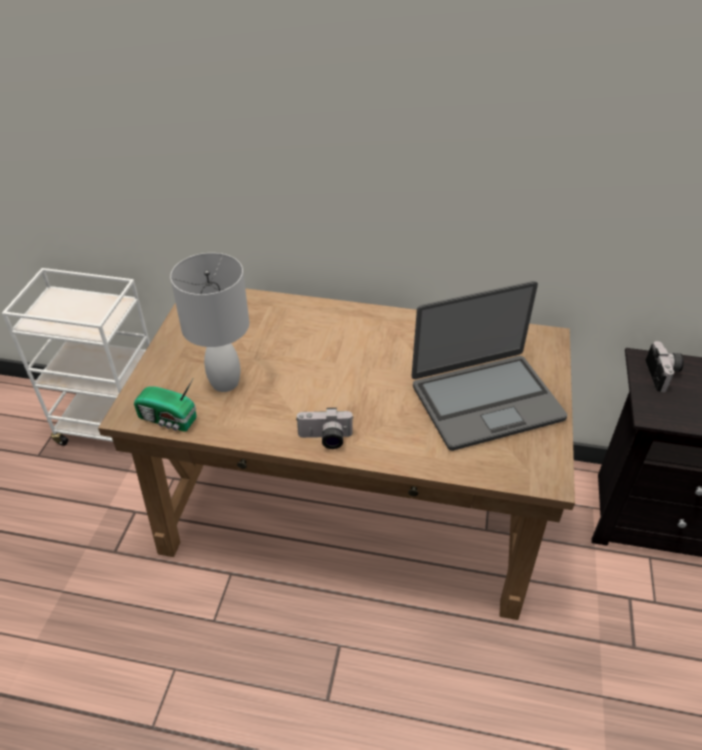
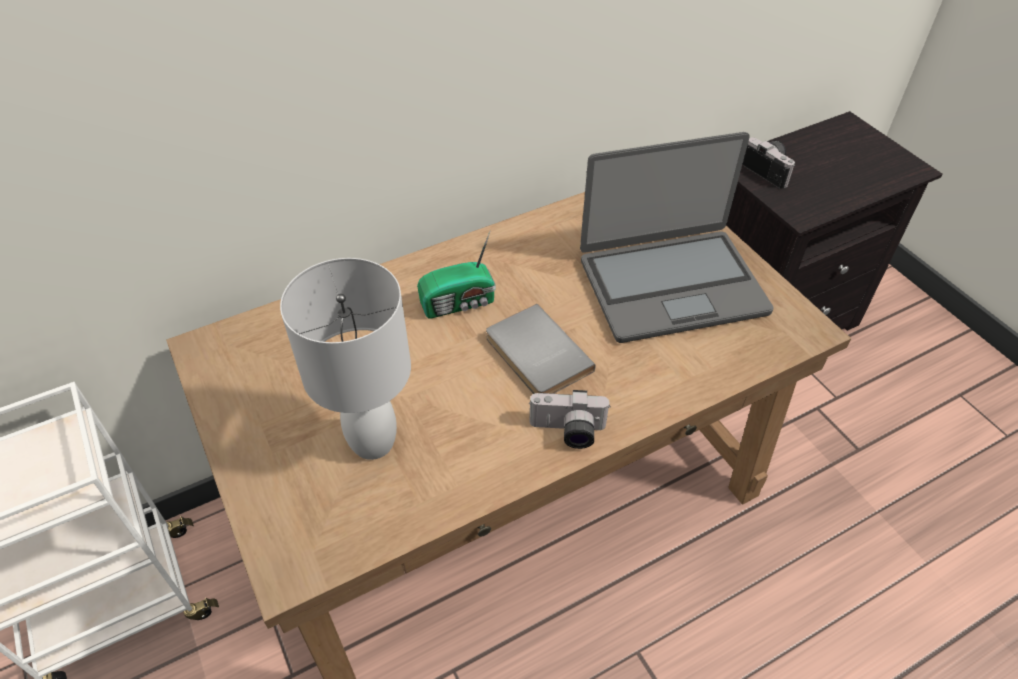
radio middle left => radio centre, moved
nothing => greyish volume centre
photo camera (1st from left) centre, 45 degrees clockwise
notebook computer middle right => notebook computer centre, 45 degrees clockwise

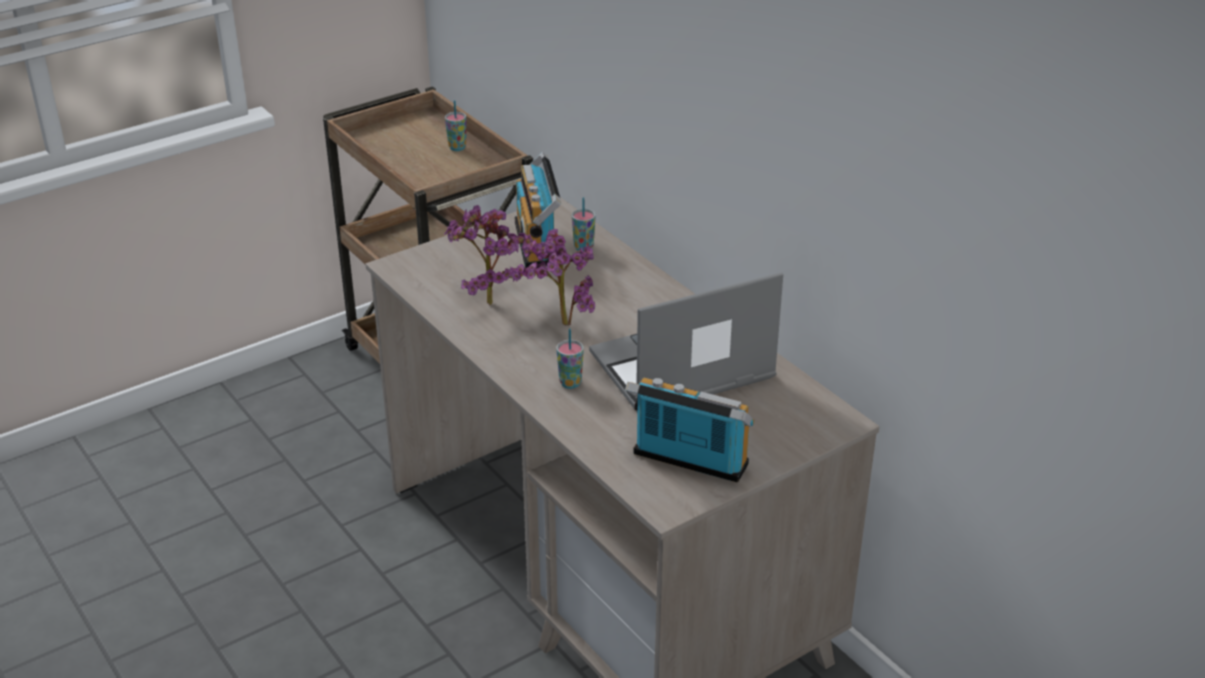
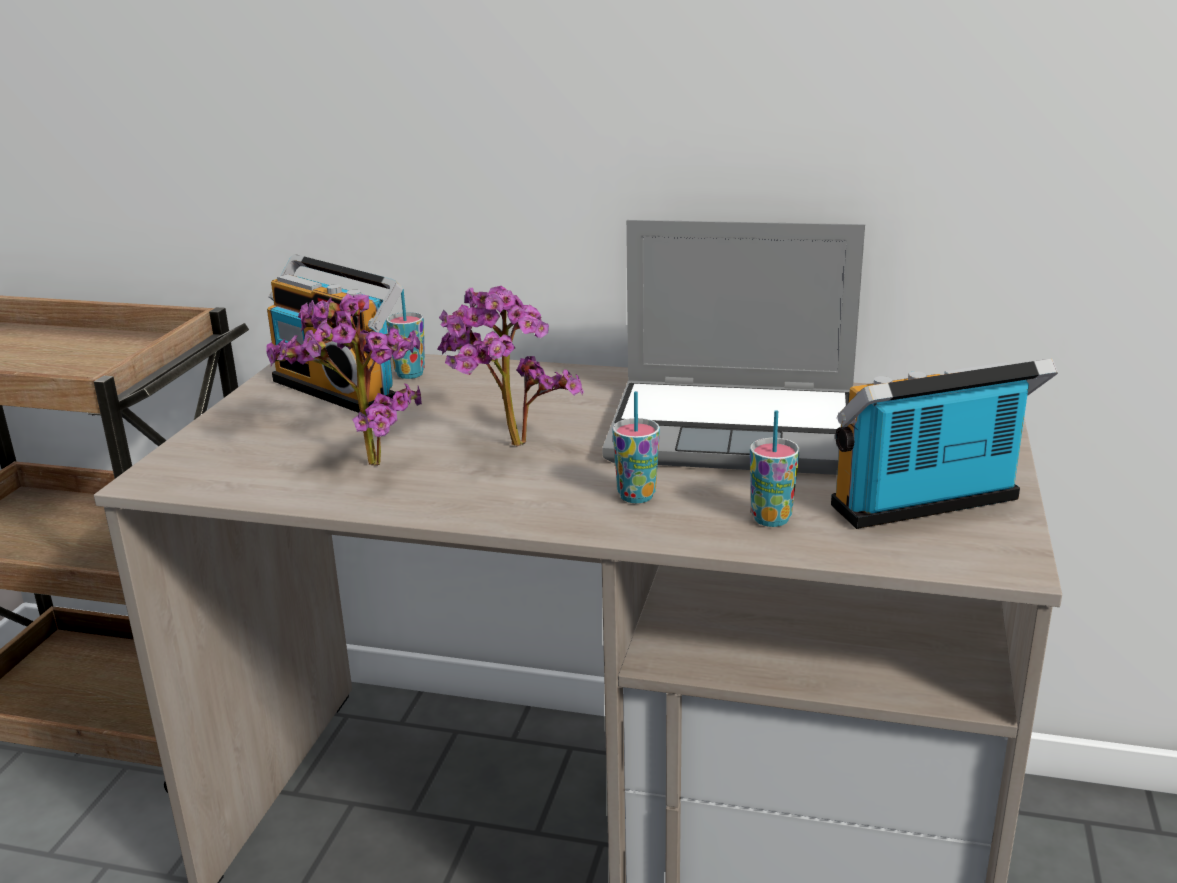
notebook computer centre, 105 degrees counterclockwise
small cup (1st from left in the first image) top centre => small cup (3rd from left) centre, moved

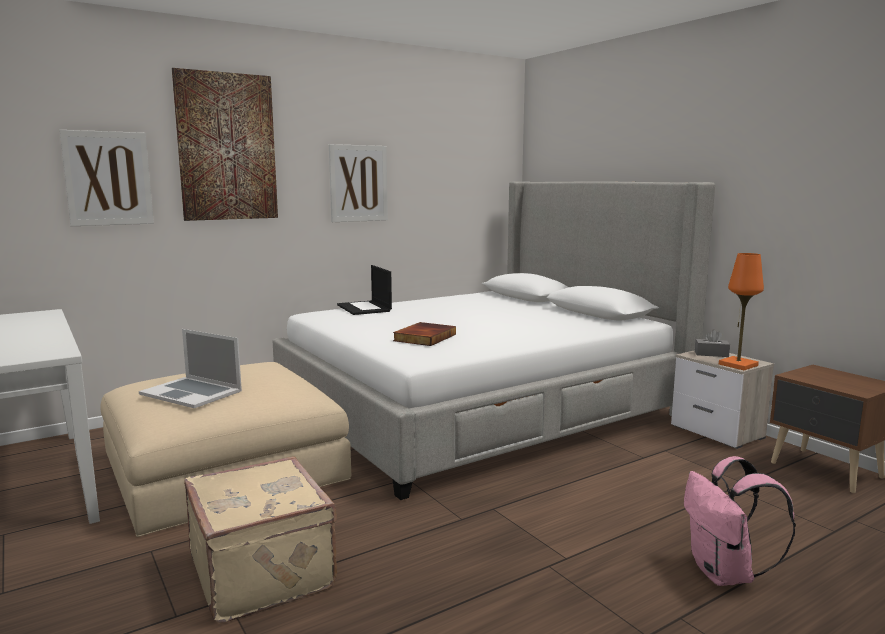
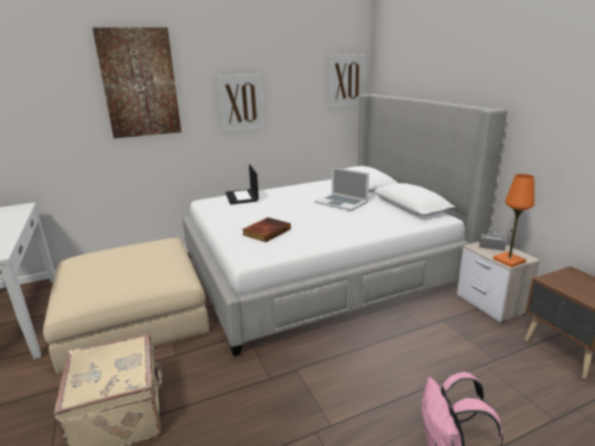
notebook computer (1st from left in the first image) middle left => notebook computer (2nd from left) centre, moved
picture (1st from left in the first image) top left => picture (3rd from left) top centre, moved

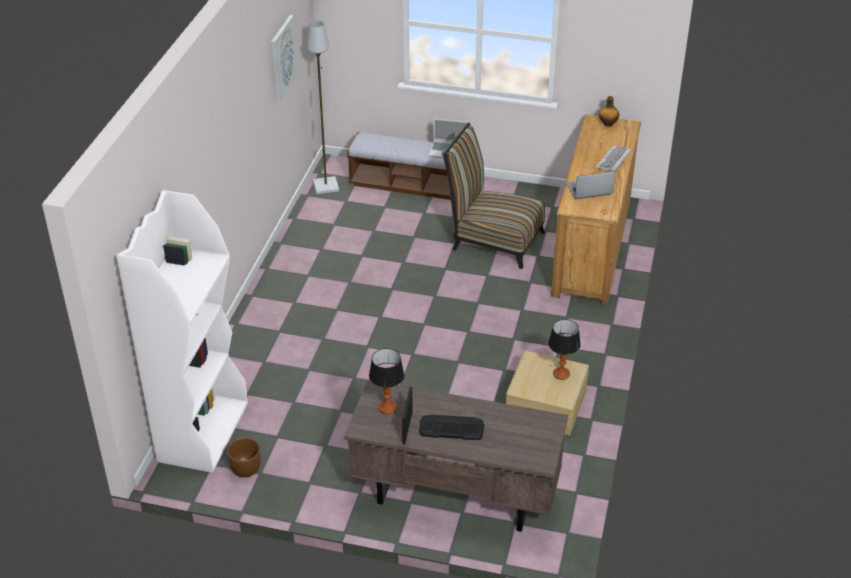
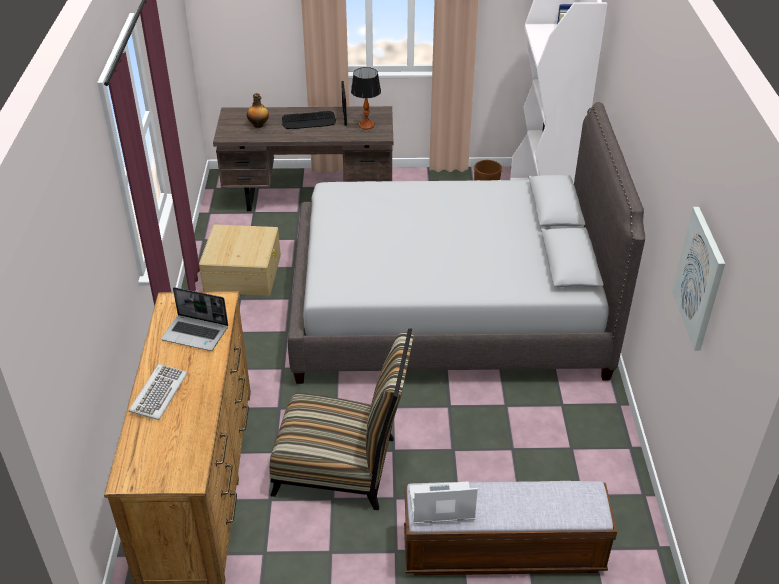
notebook computer (2nd from left in the first image) top right => notebook computer (1st from left) middle left, 45 degrees clockwise
beverage bottle top right => beverage bottle top left, moved
nothing => greyish sleeping bed centre
greyish floor lamp top centre => nothing
lamp for a table (2nd from left) centre => nothing

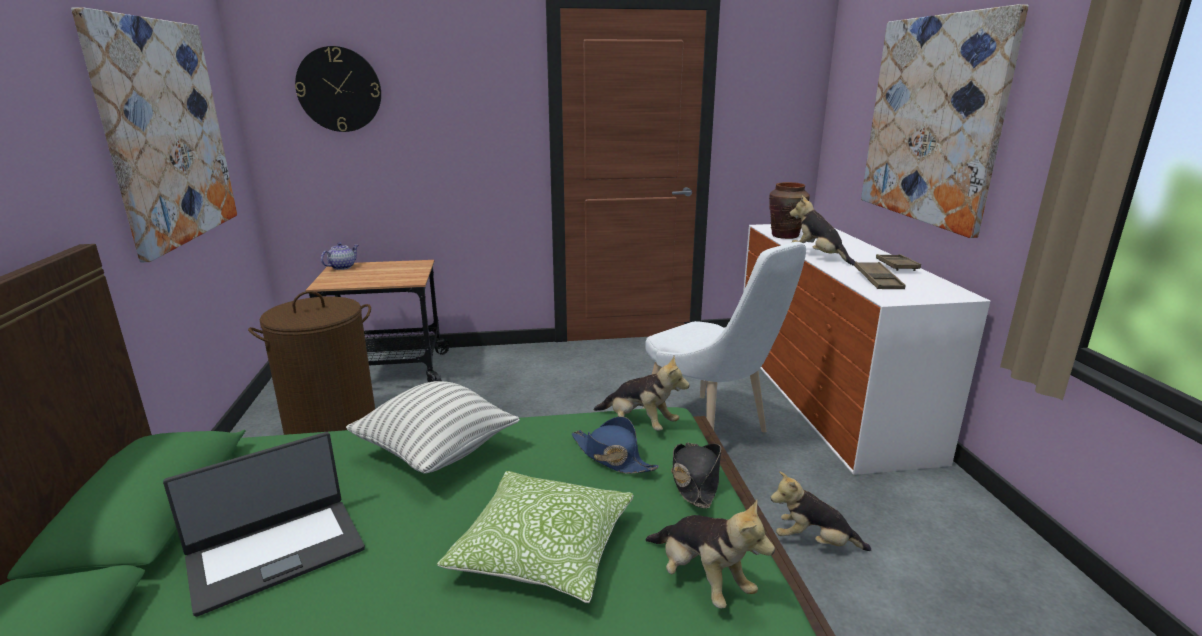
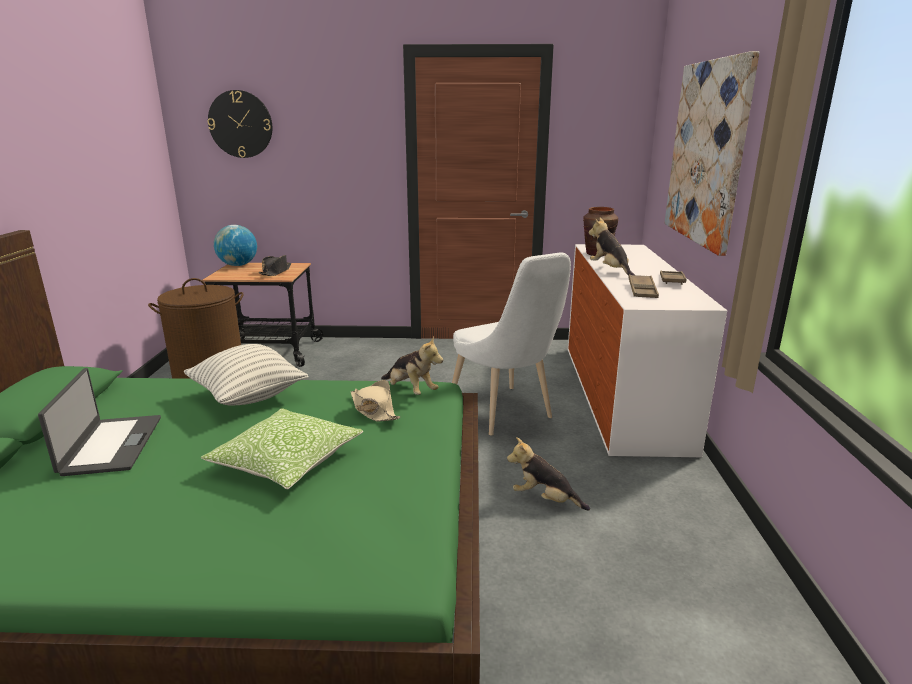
notebook computer bottom left => notebook computer middle left, 75 degrees counterclockwise
teapot middle left => world globe middle left
black-coloured clothing hat bottom centre => black-coloured clothing hat middle left, moved
bluish clothing hat bottom centre => beige-coloured clothing hat centre
picture (1st from left) top left => nothing
plush toy (2nd from left) bottom centre => nothing

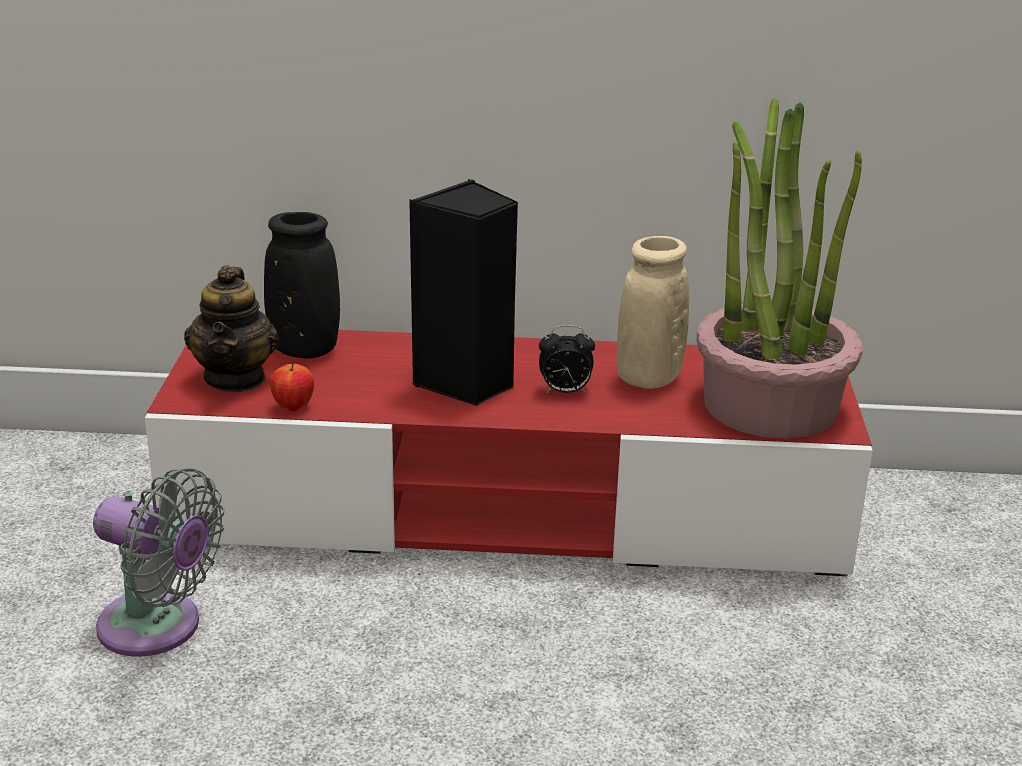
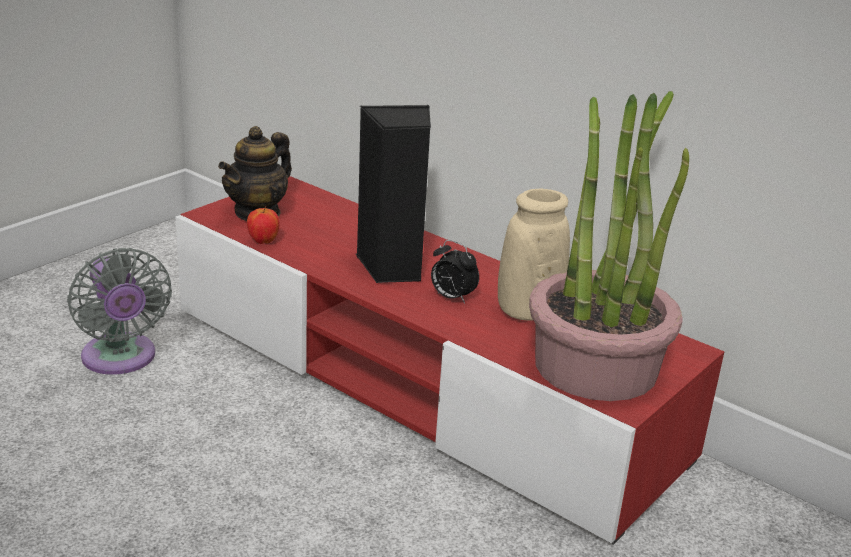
black-coloured flower vase middle left => nothing

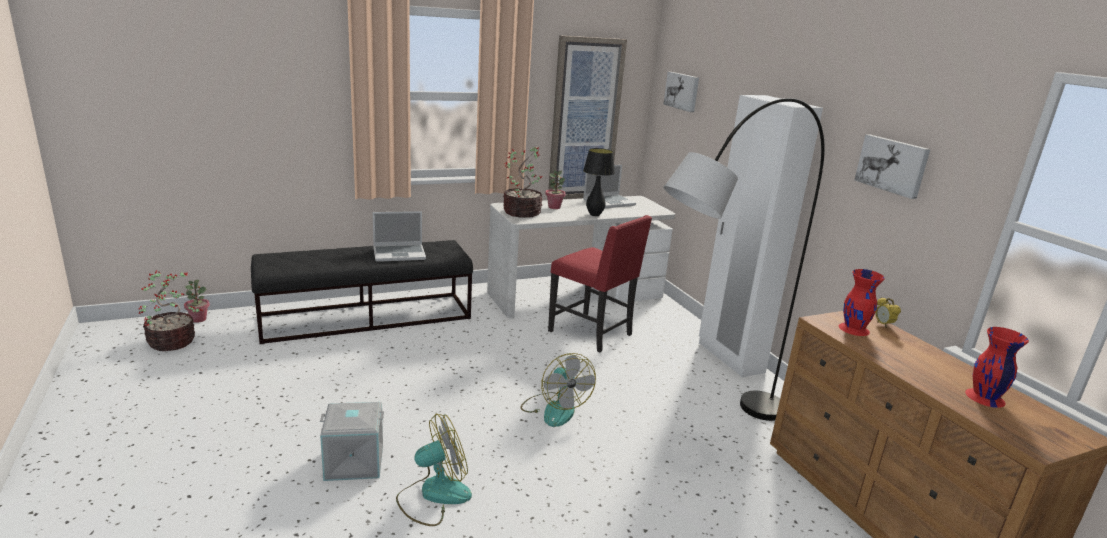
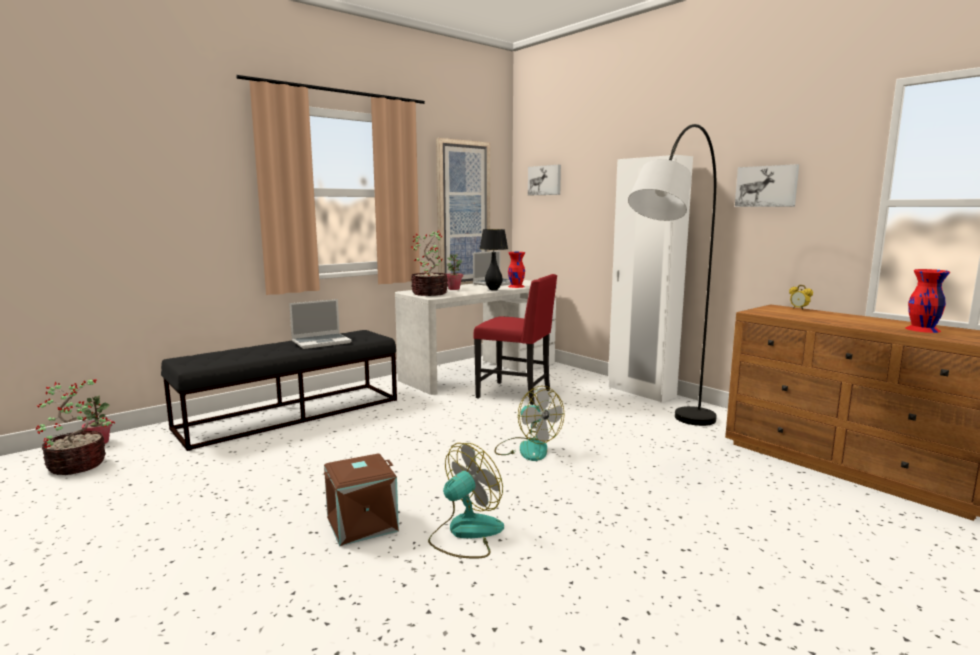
greyish storage bin bottom left => brownish storage bin bottom centre
red-coloured flower vase (1st from left) middle right => red-coloured flower vase (1st from left) centre, moved

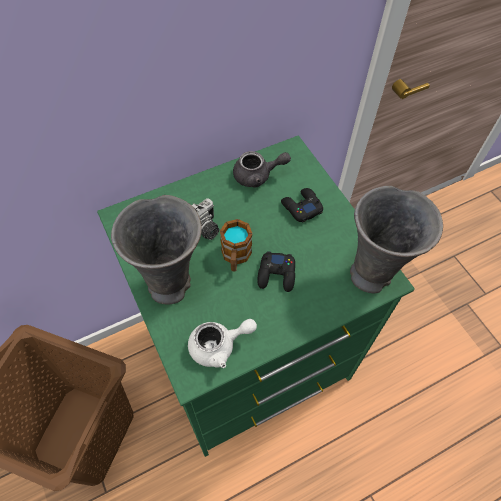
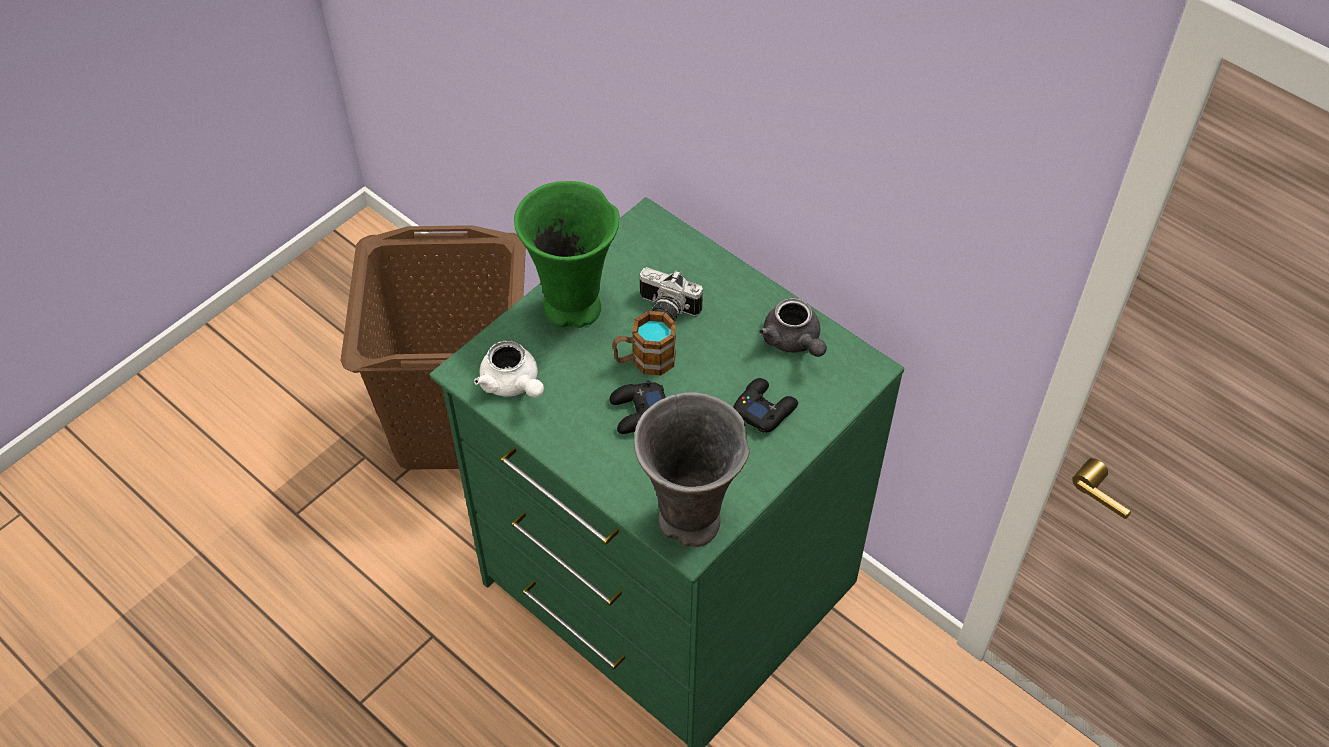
greyish flower vase (1st from left) middle left => greenish flower vase centre

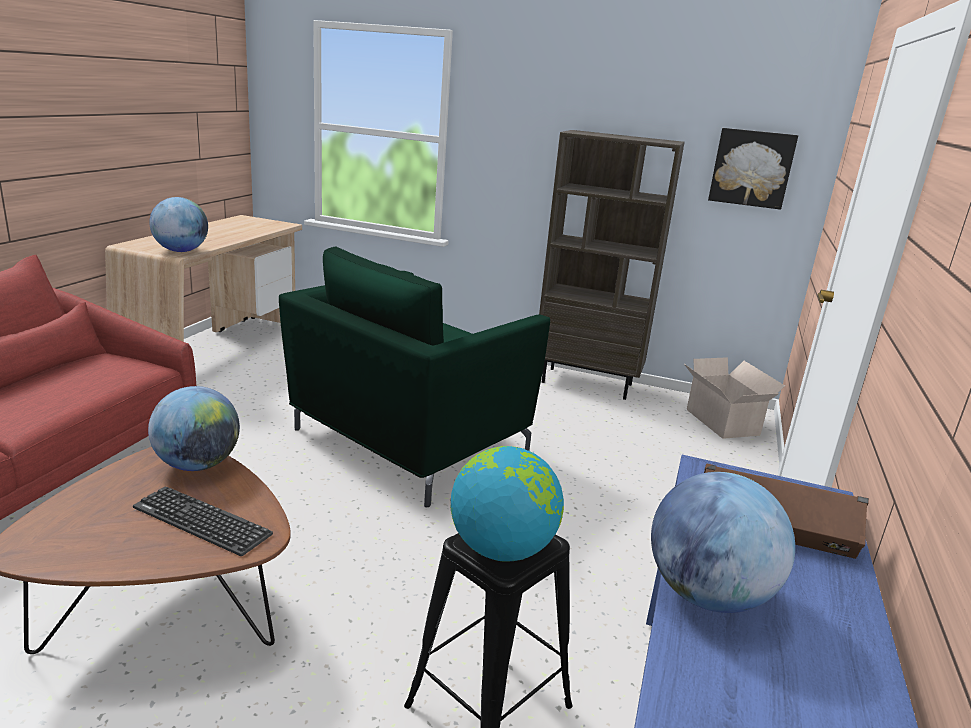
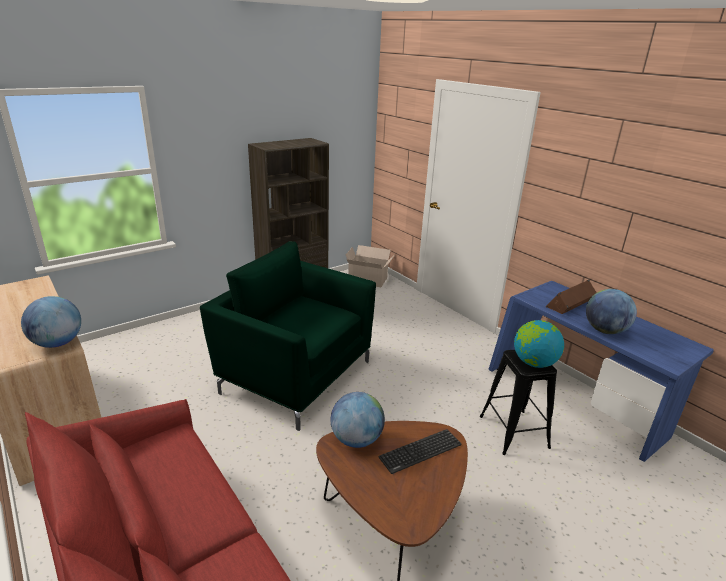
greenish easy chair centre, 135 degrees clockwise
picture top right => nothing

